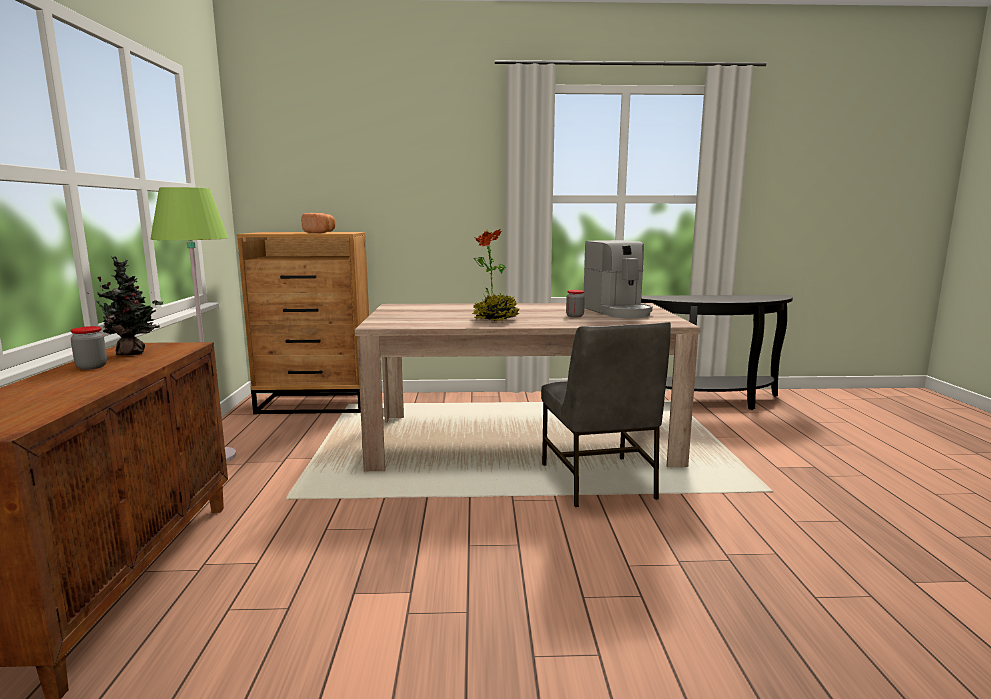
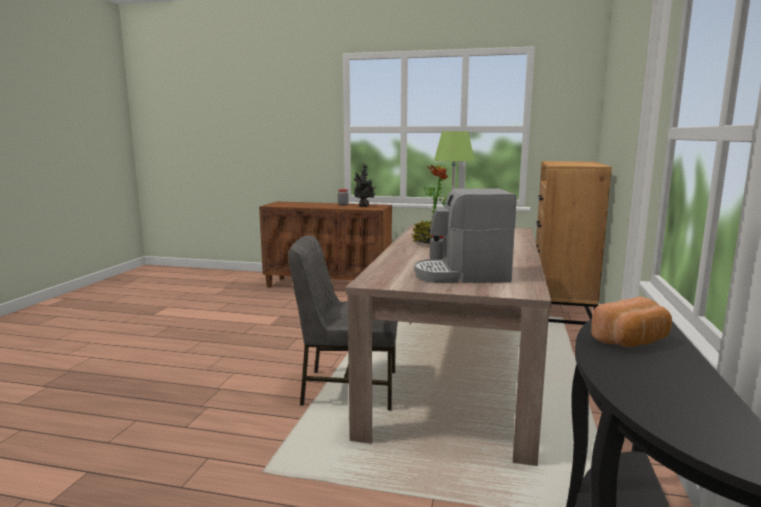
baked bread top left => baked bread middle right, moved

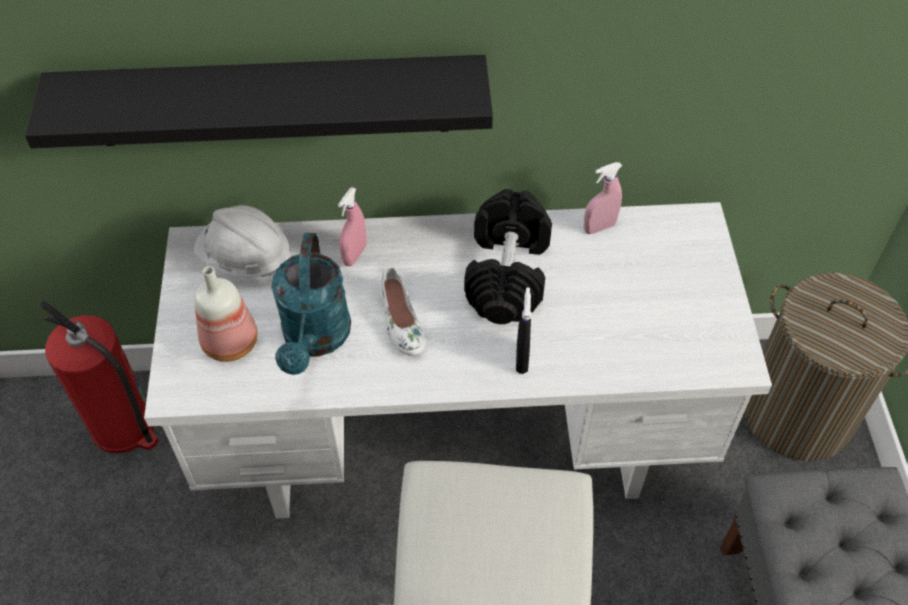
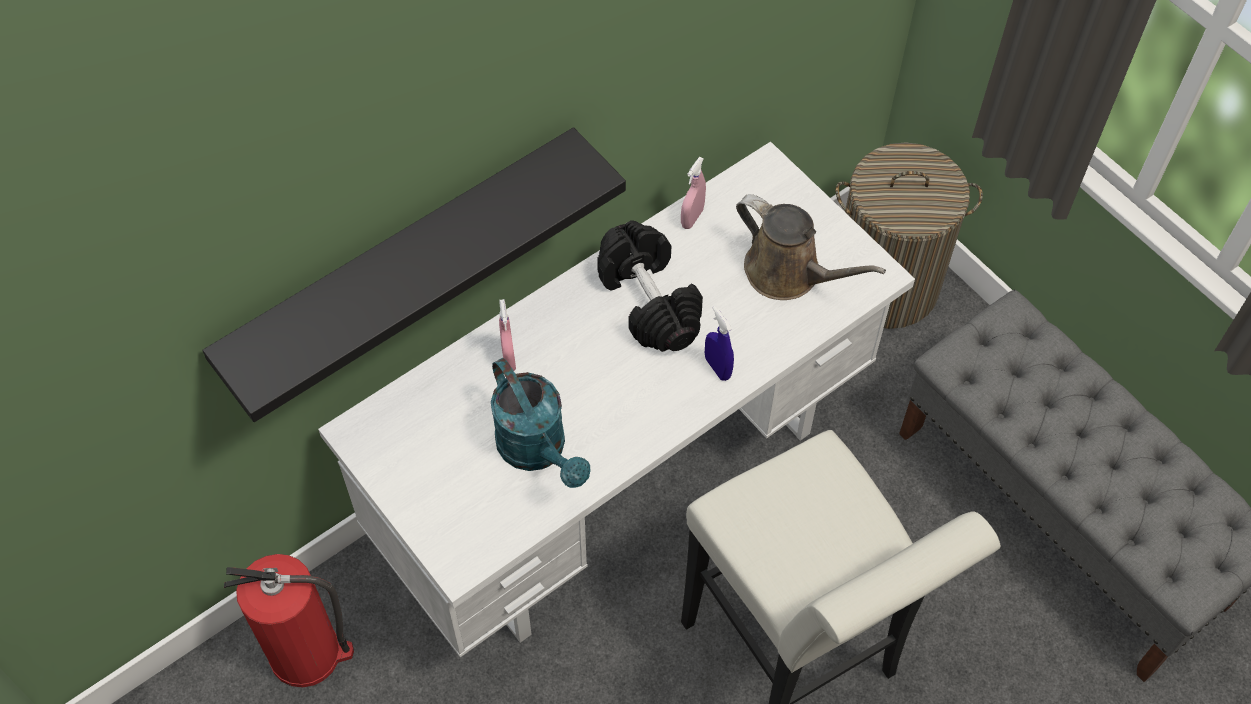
black-coloured sprayer centre => bluish sprayer centre
nothing => brownish watering can centre
white hard hat middle left => nothing
beverage bottle middle left => nothing
white shoe centre => nothing

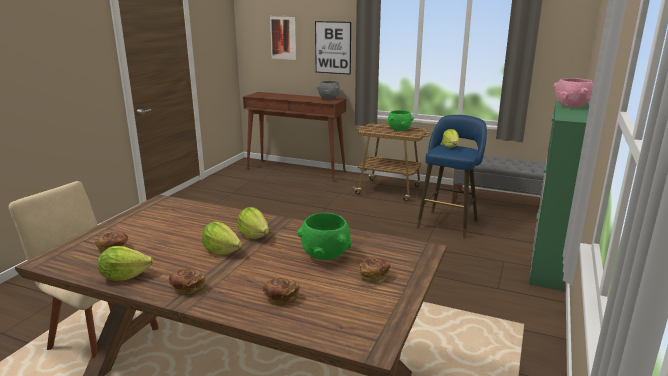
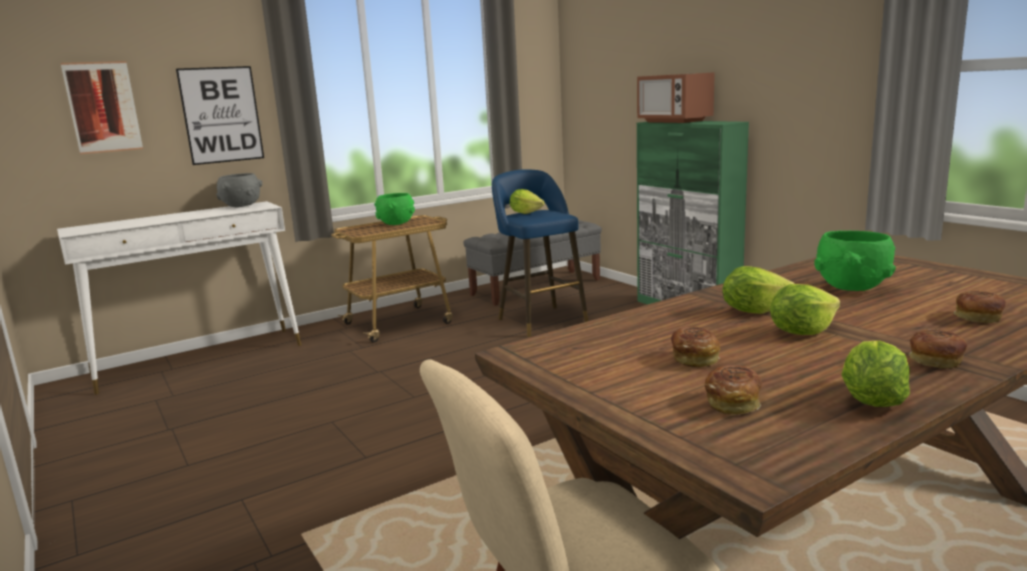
brownish narrow table centre => white narrow table middle left
pink-coloured serving bowl top right => kitchen microwave top centre
baked bread (4th from left in the first image) bottom centre => baked bread (1st from left) middle right, moved

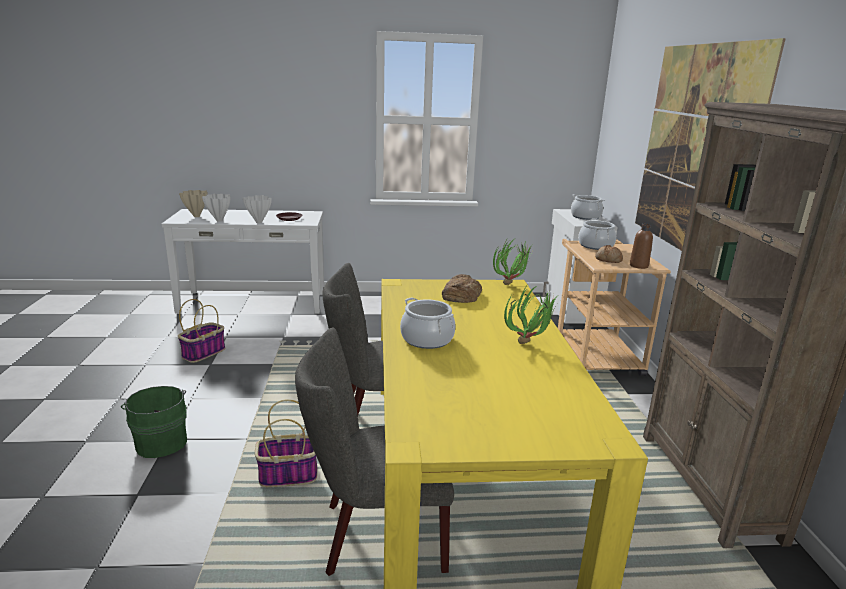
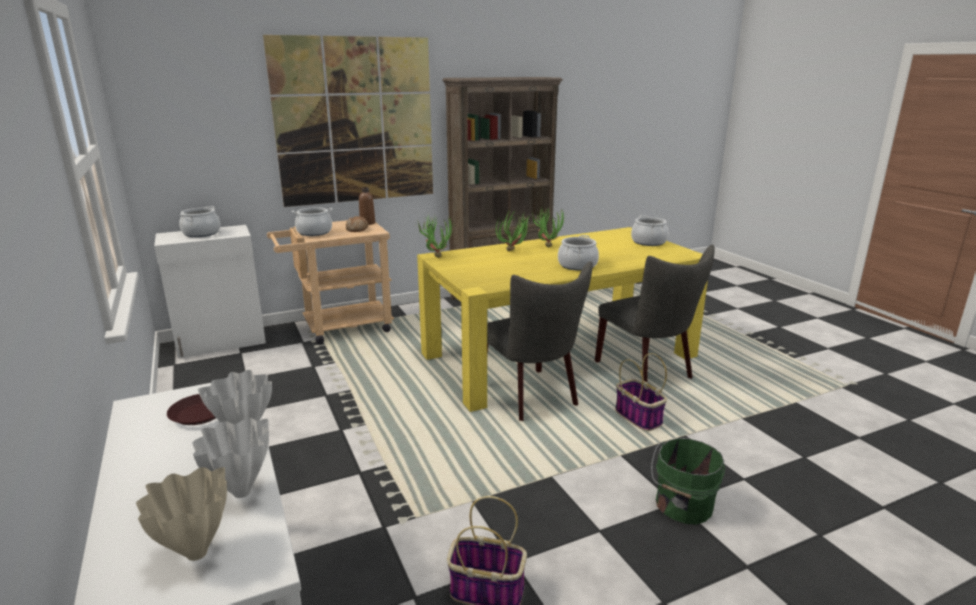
nothing => houseplant (2nd from left) centre
nothing => stockpot (4th from left) centre
baked bread (1st from left) centre => nothing

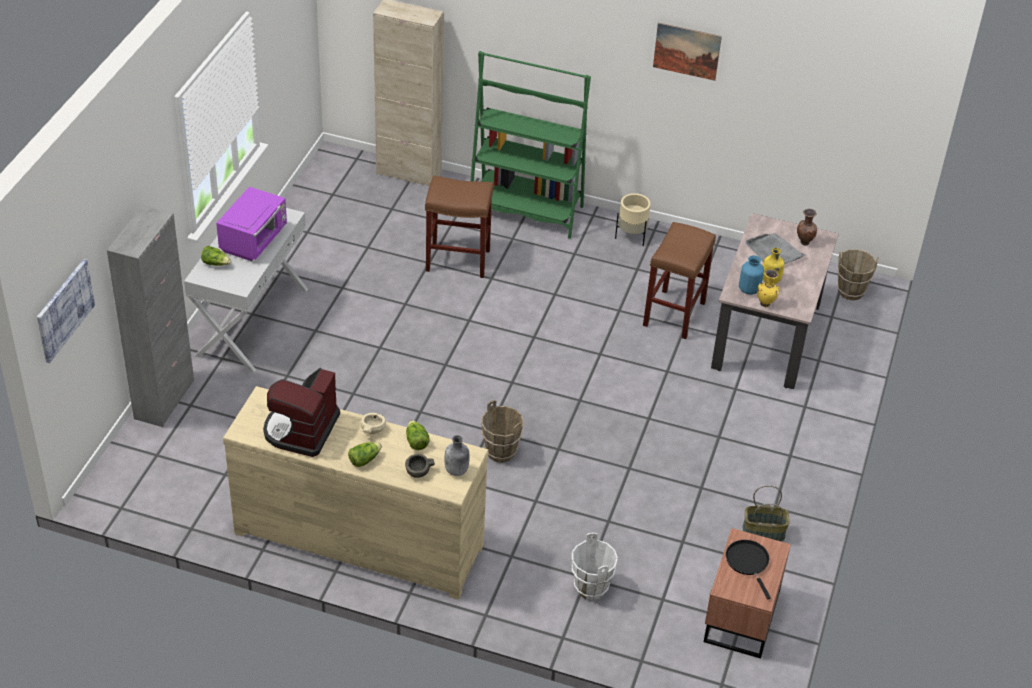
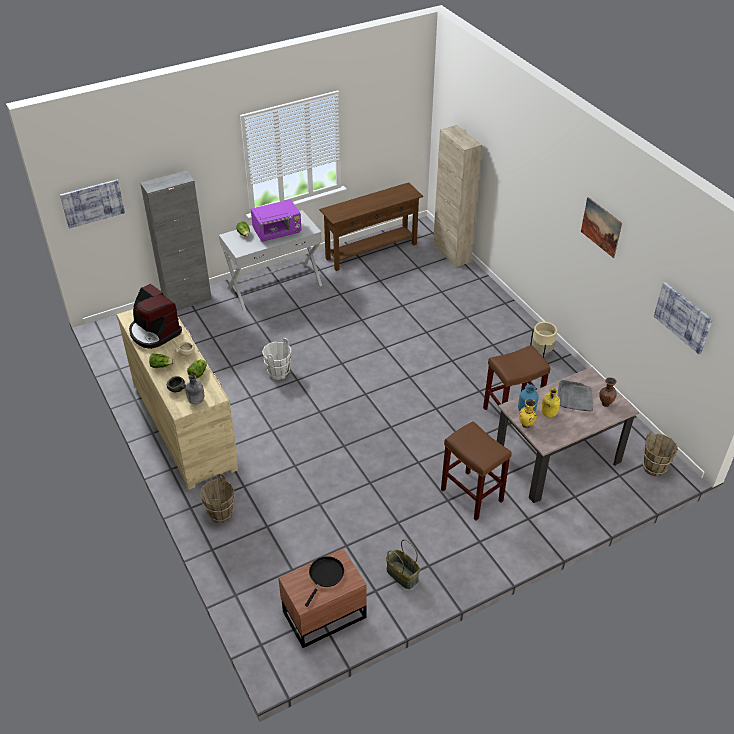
coffee brewer middle left, 105 degrees counterclockwise
brownish water bucket (1st from left) centre => brownish water bucket (1st from left) bottom left, moved
white water bucket bottom centre => white water bucket centre, moved
nothing => brownish narrow table top centre
brownish sitting stool (1st from left) top centre => brownish sitting stool (1st from left) centre, moved
nothing => picture (3rd from left) middle right
greenish bookcase top centre => nothing

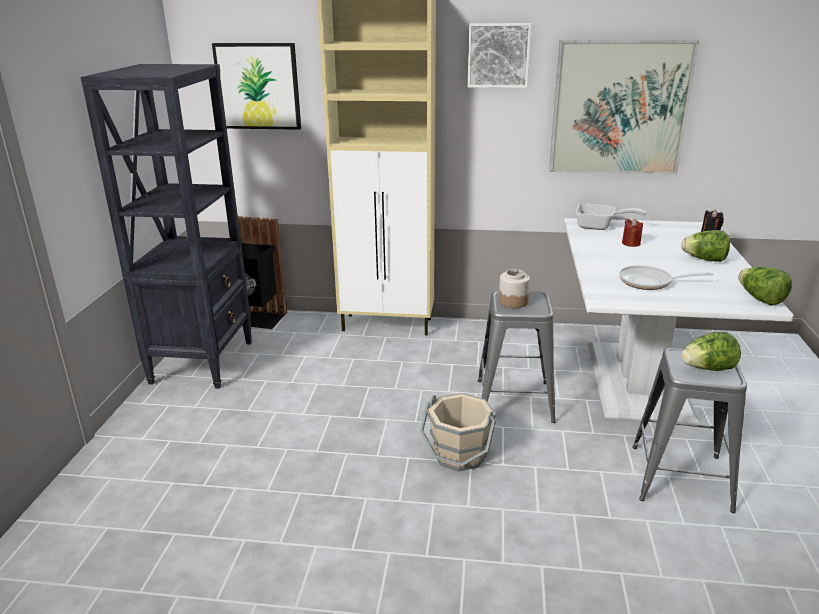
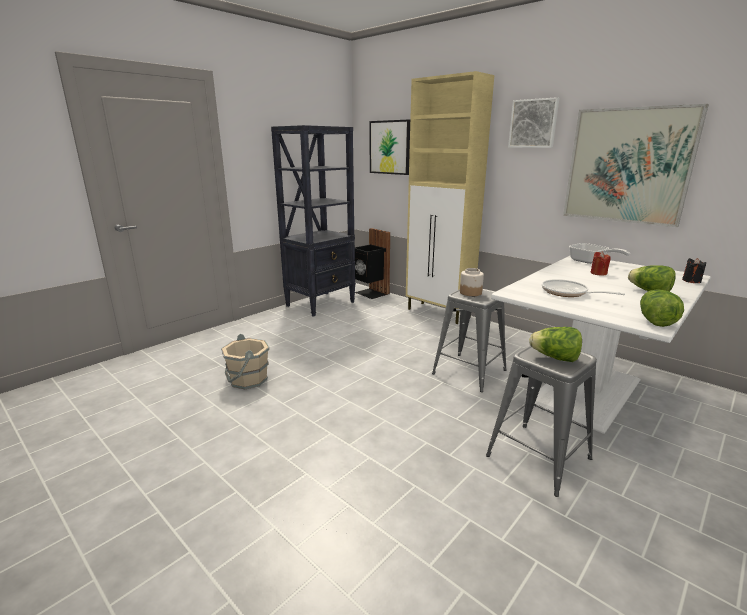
beige-coloured water bucket bottom centre => beige-coloured water bucket middle left, moved

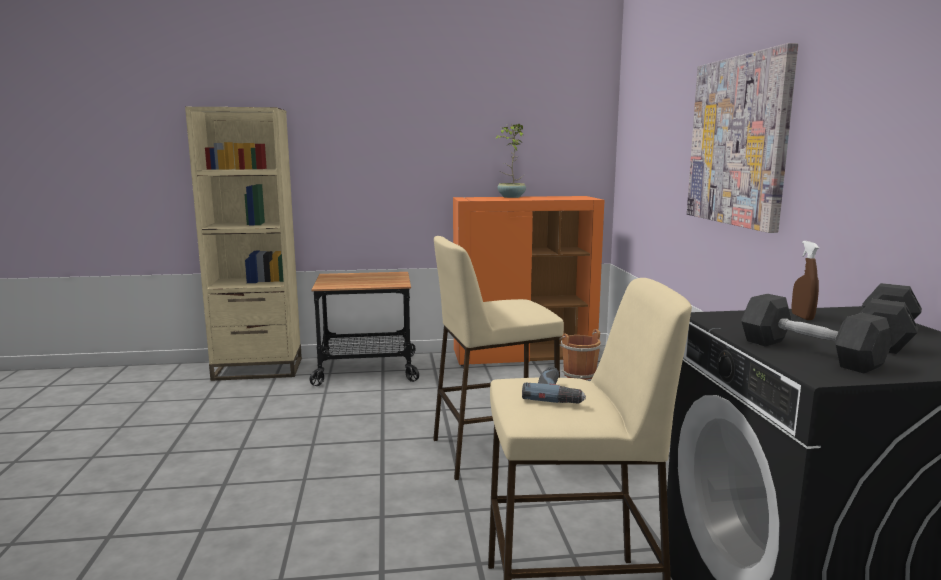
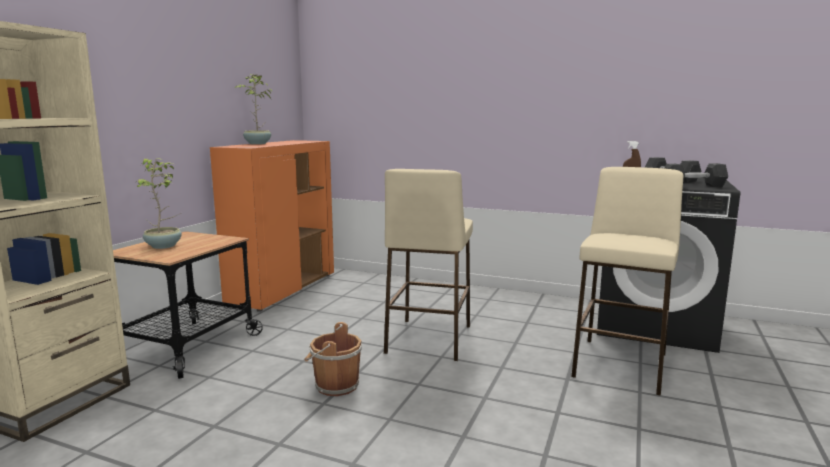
nothing => houseplant (1st from left) middle left
brownish water bucket centre => brownish water bucket bottom centre, moved
power drill centre => nothing
picture top right => nothing

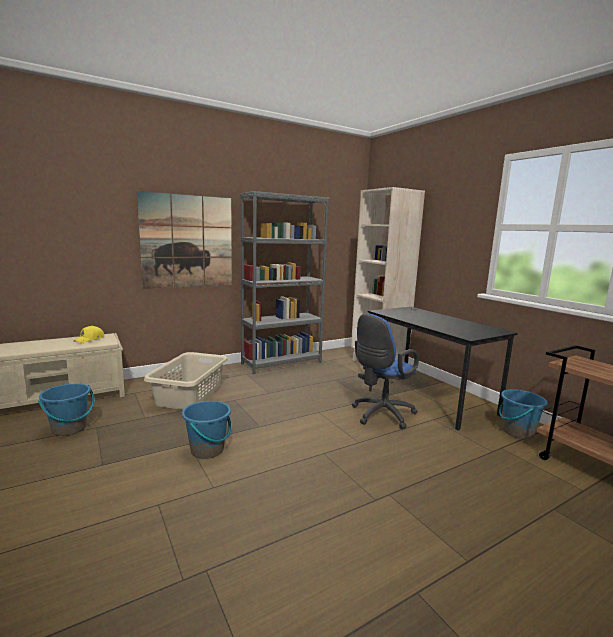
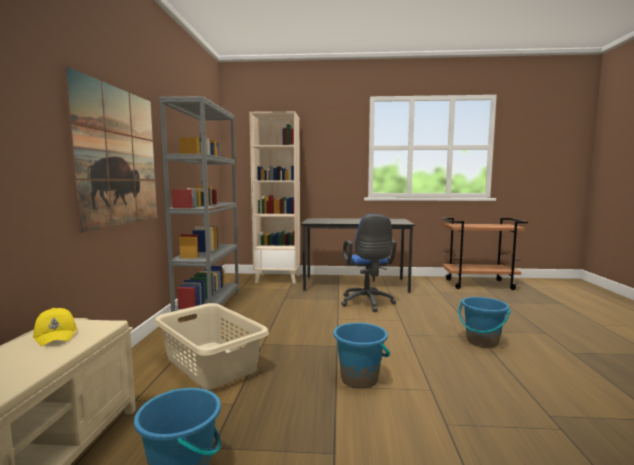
bluish water bucket (3rd from left) middle right => bluish water bucket (3rd from left) bottom right, moved

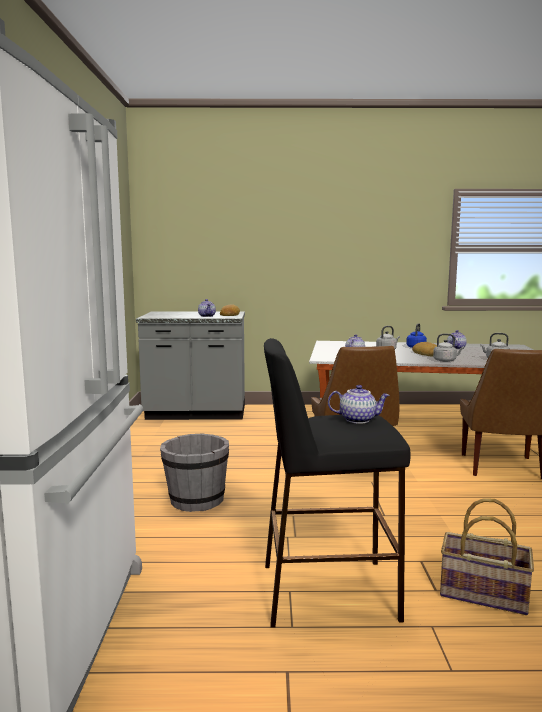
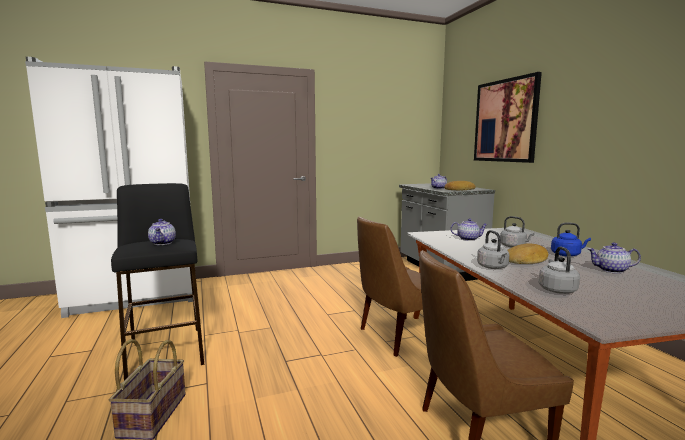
nothing => picture top right
greyish water bucket centre => nothing

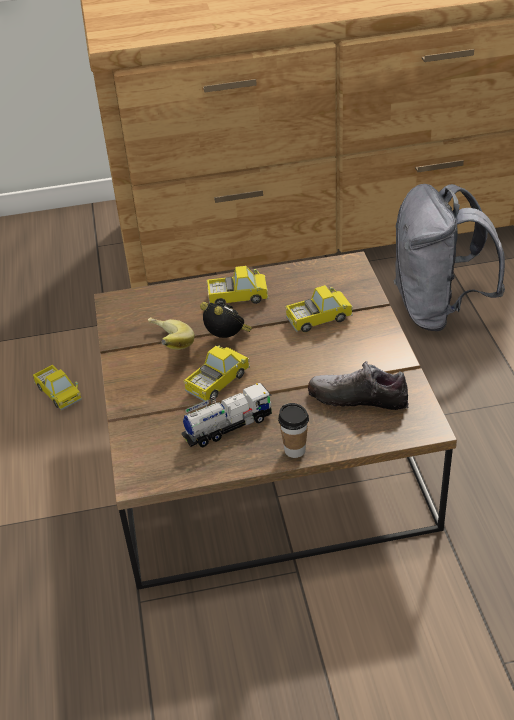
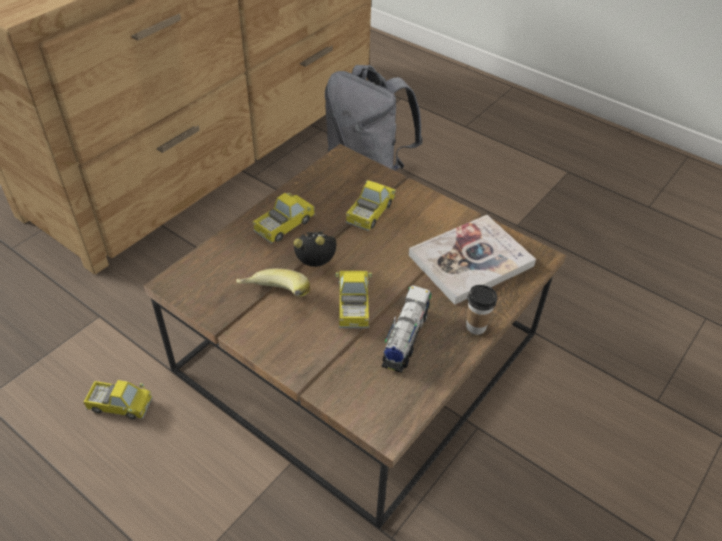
shoe middle right => volume centre

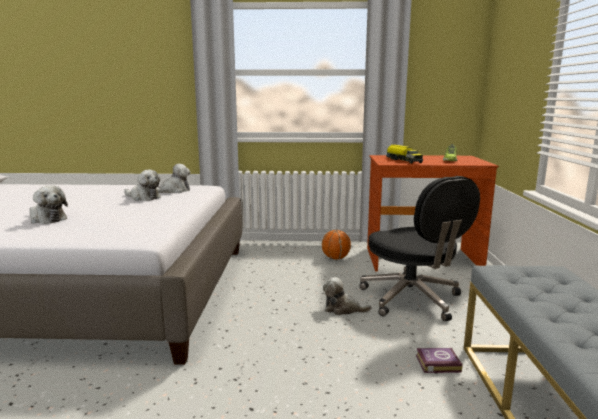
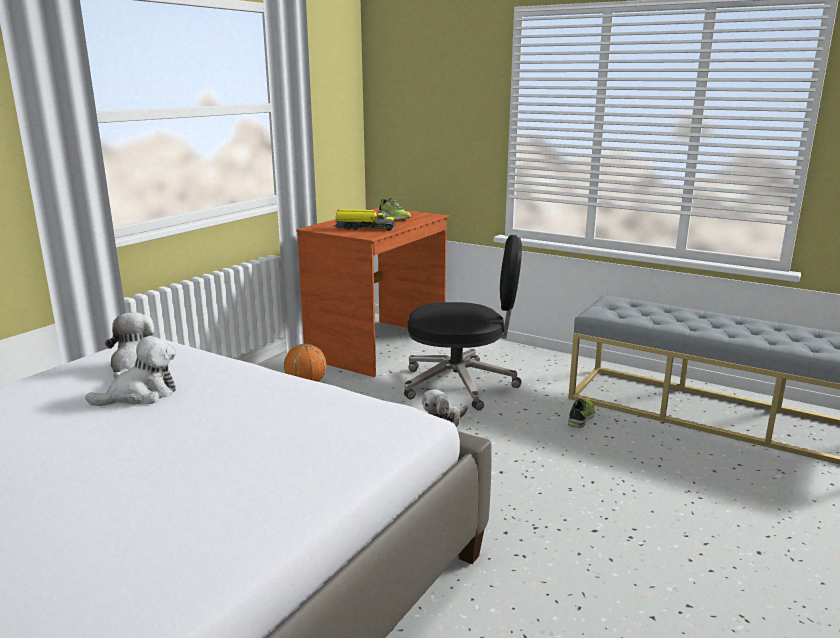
volume bottom right => shoe (2nd from left) middle right
plush toy (1st from left) middle left => nothing

